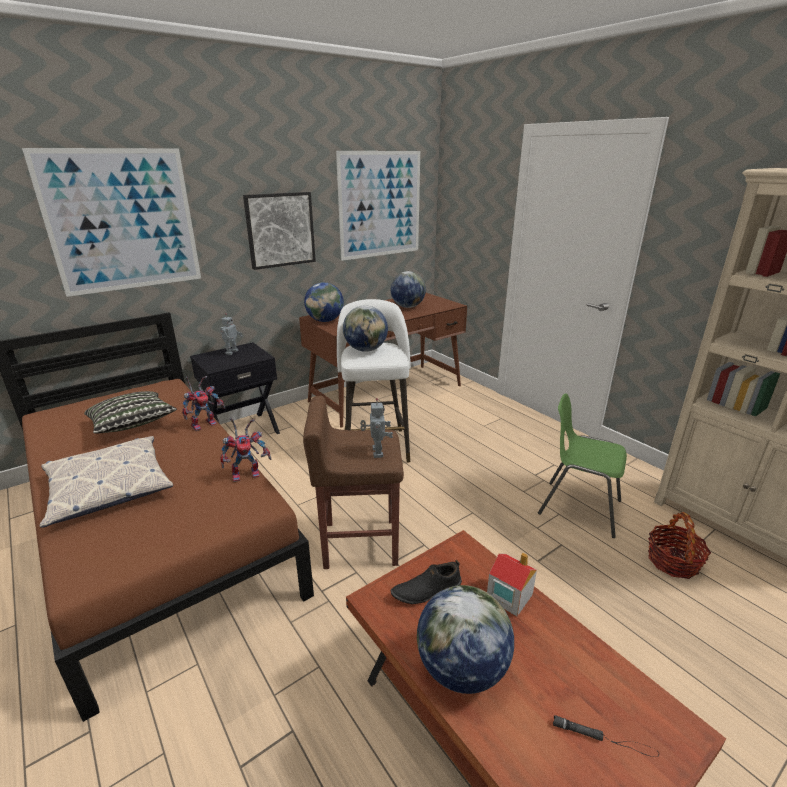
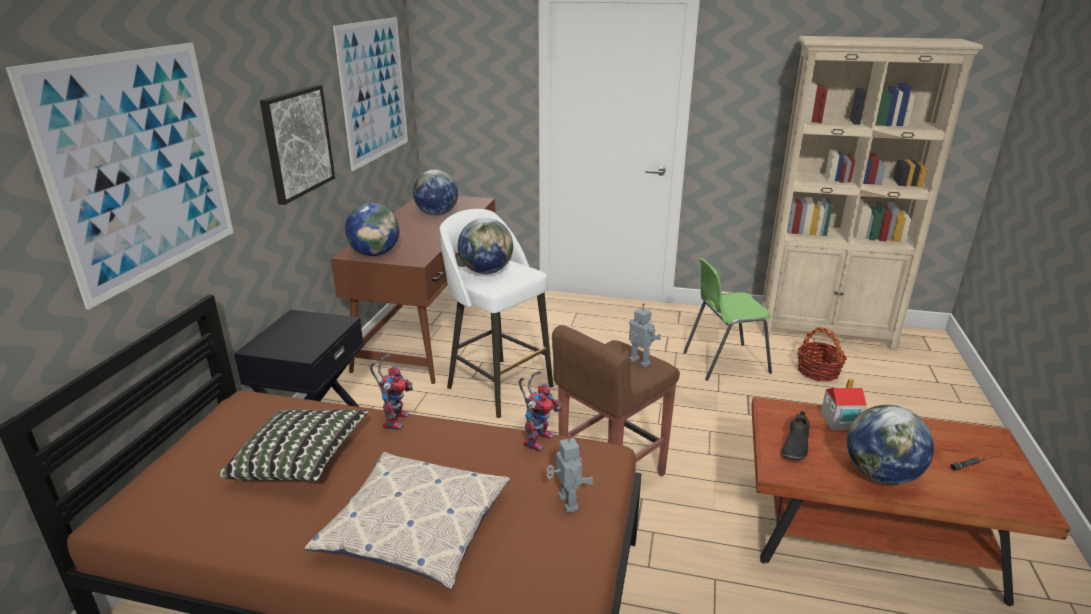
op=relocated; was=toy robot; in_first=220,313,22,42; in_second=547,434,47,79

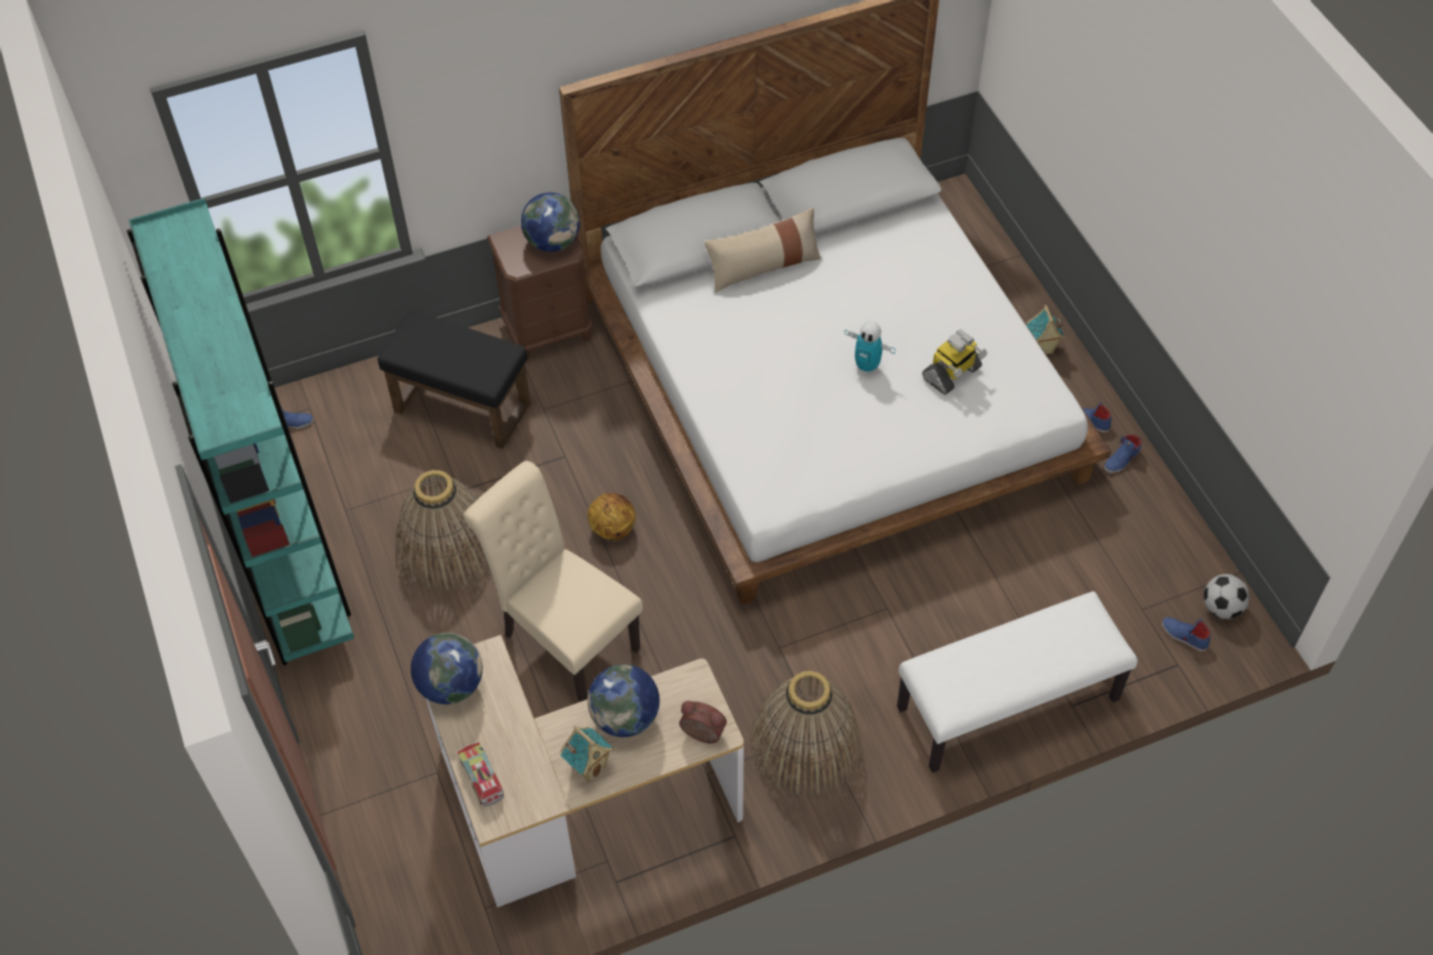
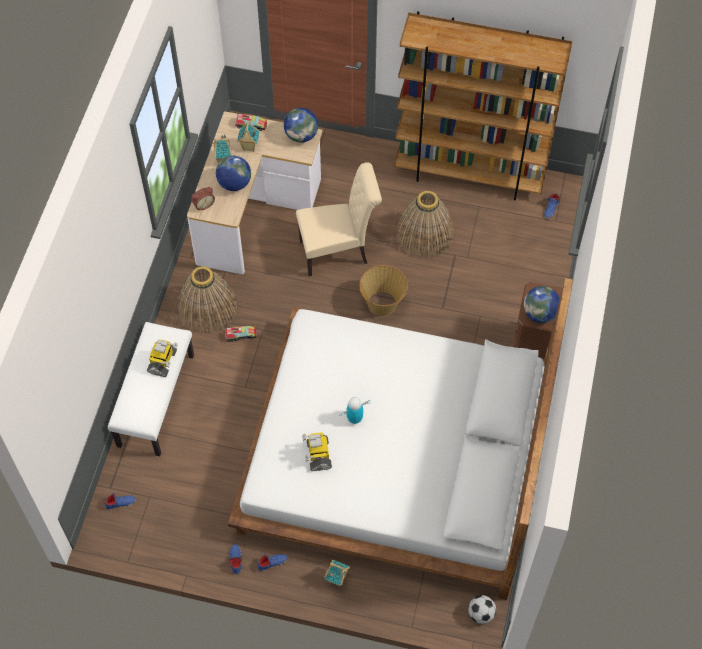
op=appeared; now=toy robot; in_second=147,339,31,38
op=appeared; now=toy truck; in_second=225,325,32,17
op=appeared; now=toy house; in_second=237,120,22,32
op=exchanged; was=basketball; now=basket; in_first=587,493,49,48; in_second=359,265,49,51
op=colour; was=turquoise bookcase; now=brown bookcase; in_first=127,198,227,468; in_second=394,11,179,189
op=relocated; was=football; in_first=1204,574,46,45; in_second=468,595,28,29
op=missing; was=black ottoman; in_first=378,310,153,139
op=missing; was=beige pillow; in_first=704,208,118,84

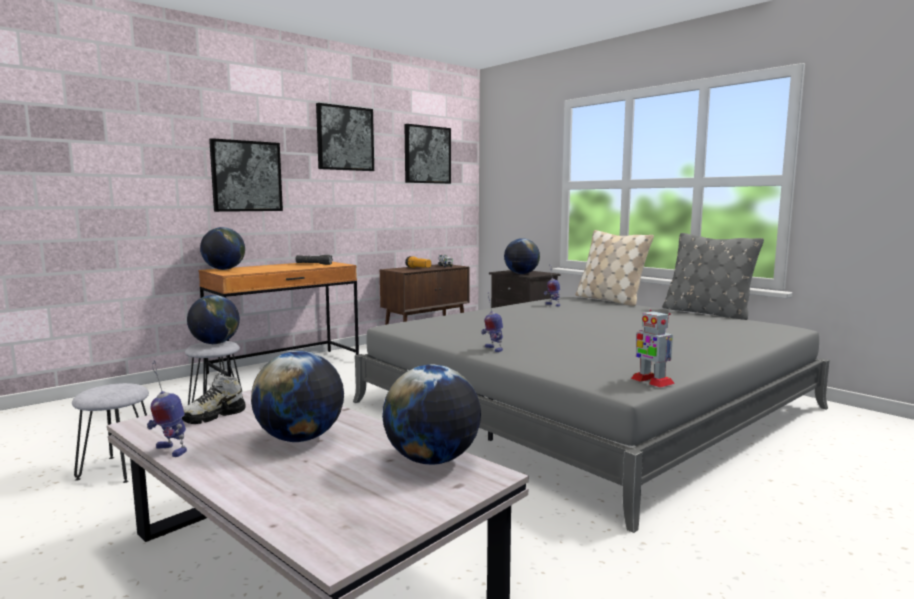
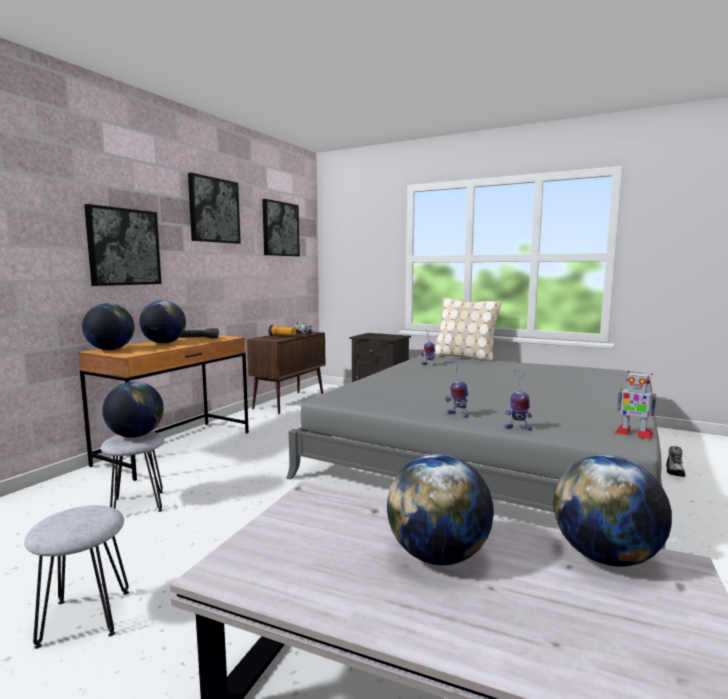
op=relocated; was=globe; in_first=504,238,36,36; in_second=139,300,47,44
op=relocated; was=toy robot; in_first=147,360,40,97; in_second=504,370,28,61
op=relocated; was=shoe; in_first=182,373,64,51; in_second=666,446,19,31
op=missing; was=grey pillow; in_first=662,233,102,87

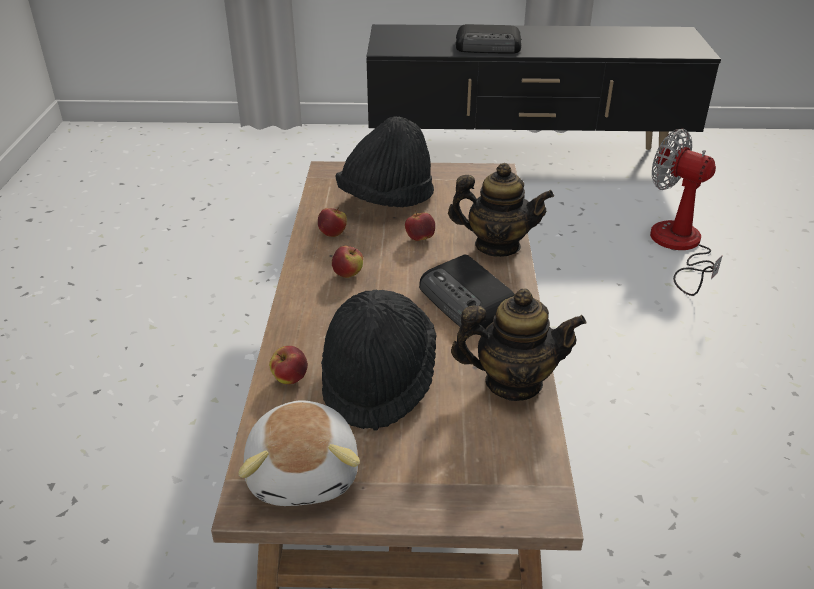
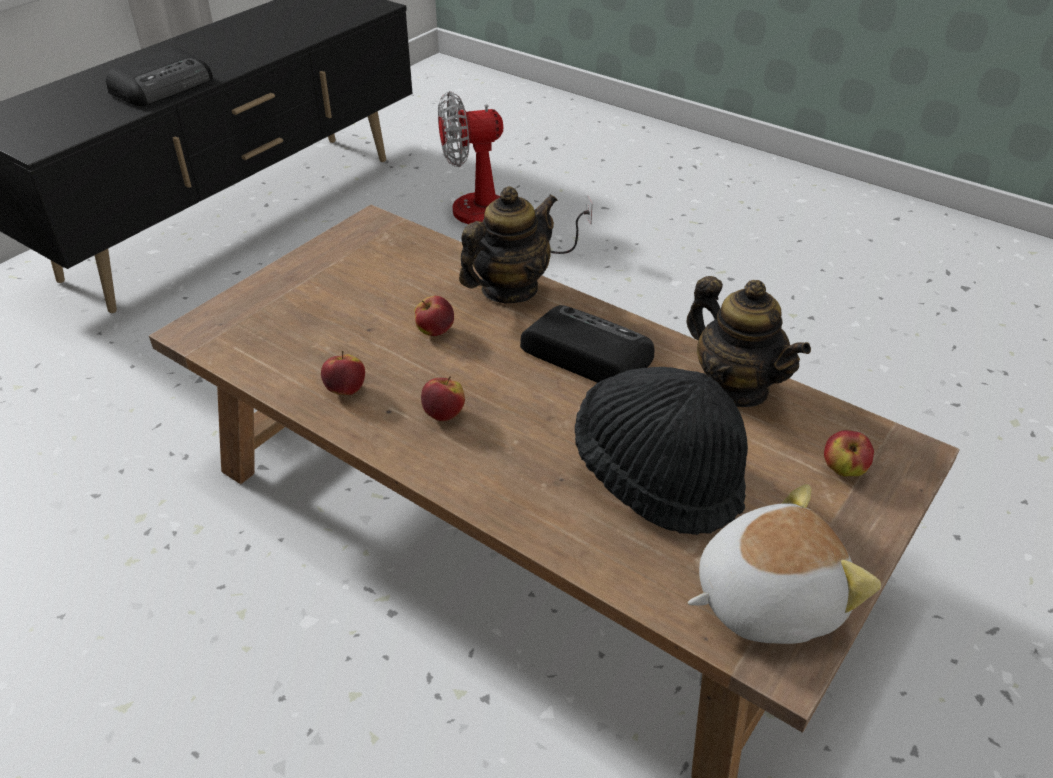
op=spun; was=radio; in_first=419,254,95,75; in_second=520,305,134,78; clockwise=-150
op=spun; was=teapot; in_first=451,288,135,113; in_second=687,276,124,131; clockwise=105
op=spun; was=plush toy; in_first=238,400,122,106; in_second=688,484,193,160; clockwise=-45
op=relocated; was=apple; in_first=269,346,39,38; in_second=824,430,50,46
op=missing; was=black hat; in_first=336,116,98,91

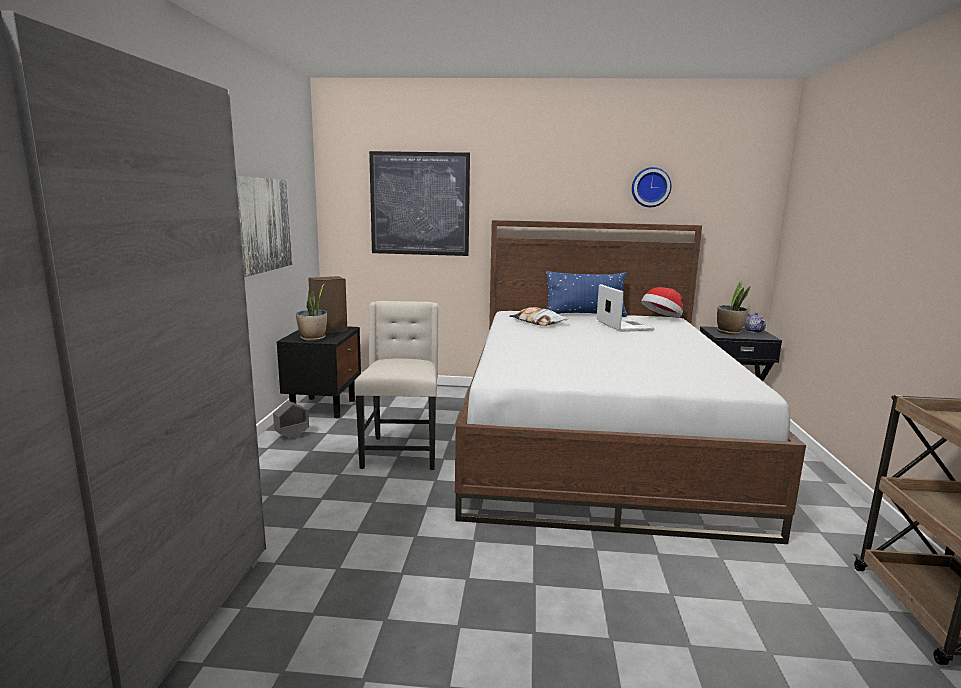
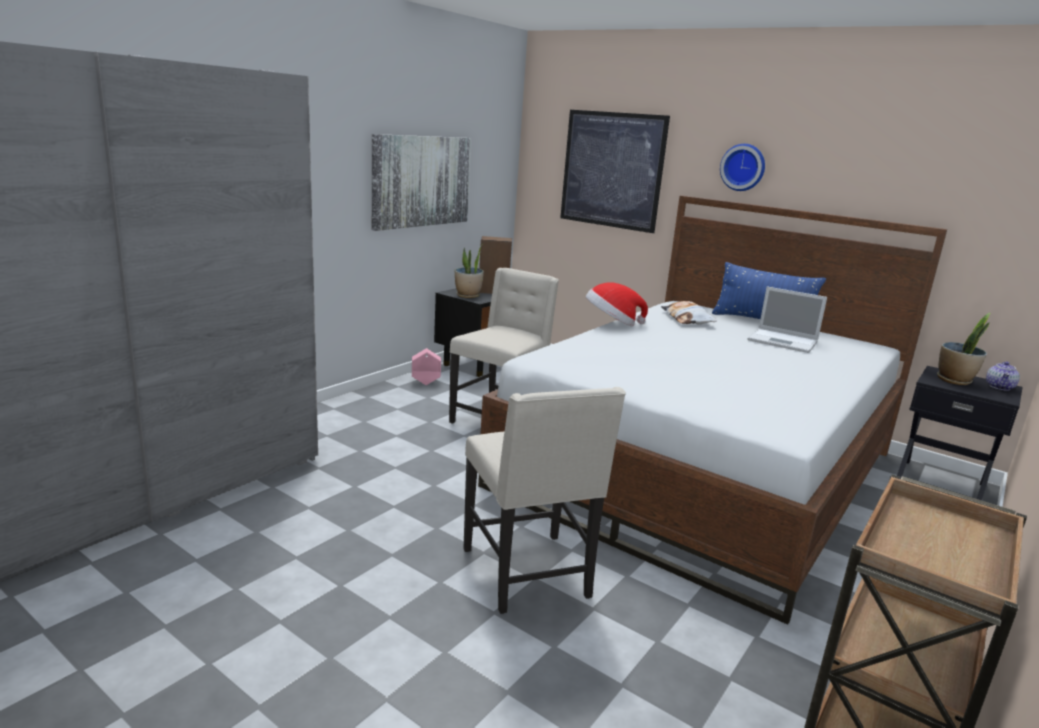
op=colour; was=grey planter; now=pink planter; in_first=273,400,36,39; in_second=412,348,29,37
op=appeared; now=beige chair; in_second=463,387,163,227
op=relocated; was=hat; in_first=641,287,42,31; in_second=586,283,62,44
op=relocated; was=wall clock; in_first=632,167,39,40; in_second=720,144,45,47
op=spun; was=laptop; in_first=596,284,59,48; in_second=748,287,79,66; clockwise=105

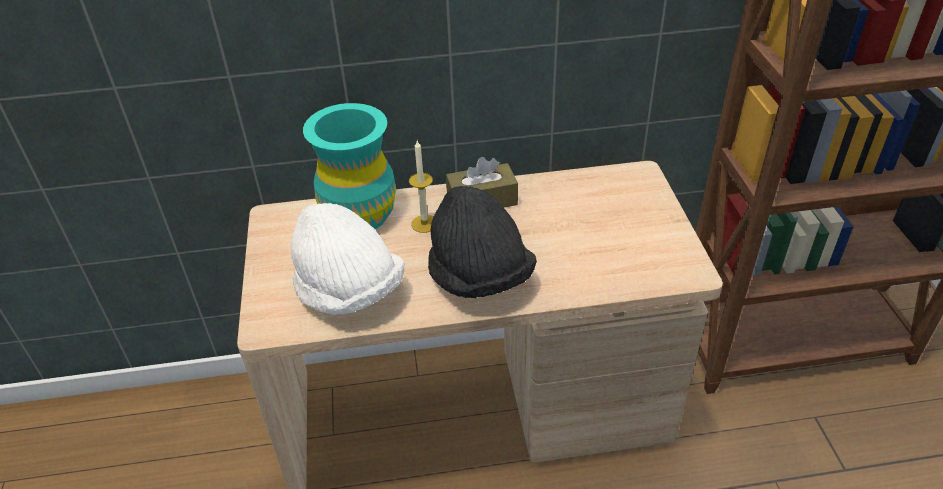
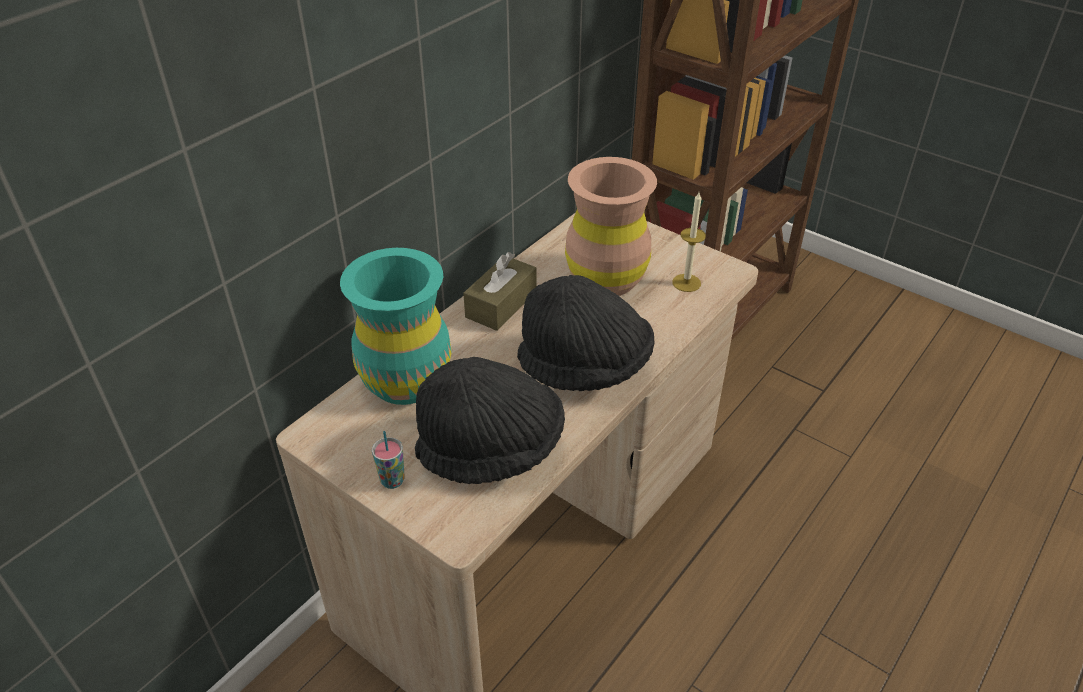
op=appeared; now=cup; in_second=372,431,33,58
op=colour; was=white hat; now=black hat; in_first=291,203,113,112; in_second=415,357,150,127
op=appeared; now=brown vase; in_second=565,157,92,139
op=relocated; was=candle; in_first=409,141,25,92; in_second=672,192,34,100

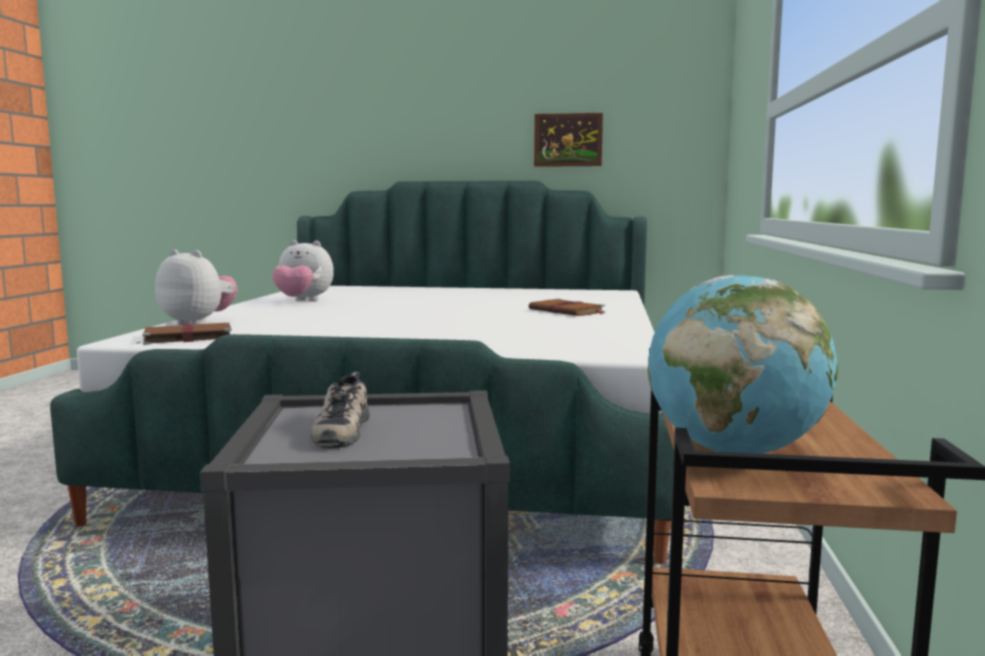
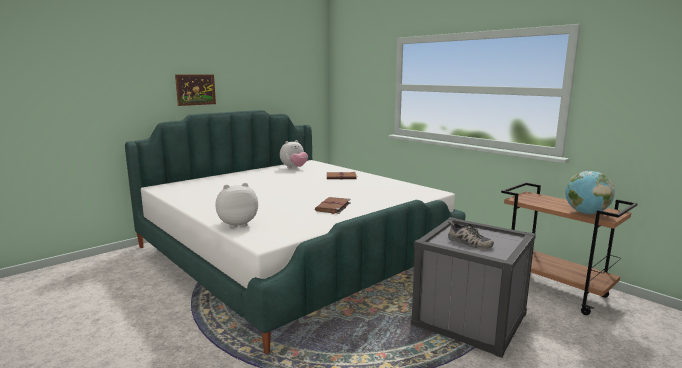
op=relocated; was=picture; in_first=534,113,69,54; in_second=175,75,41,31
op=relocated; was=plush toy; in_first=272,240,62,61; in_second=280,140,28,28
op=relocated; was=brown book; in_first=135,323,97,22; in_second=315,197,36,18

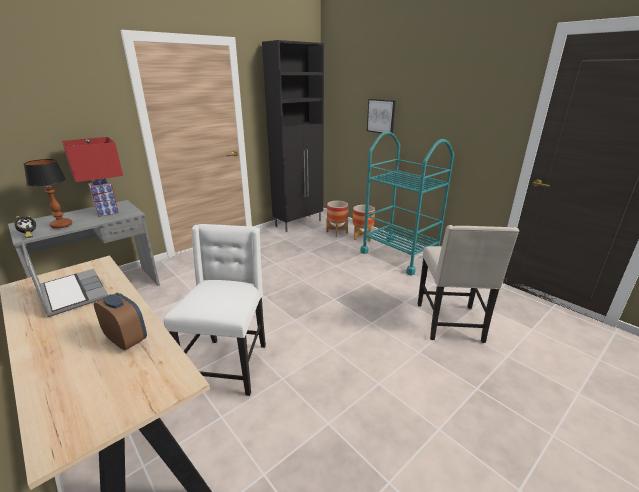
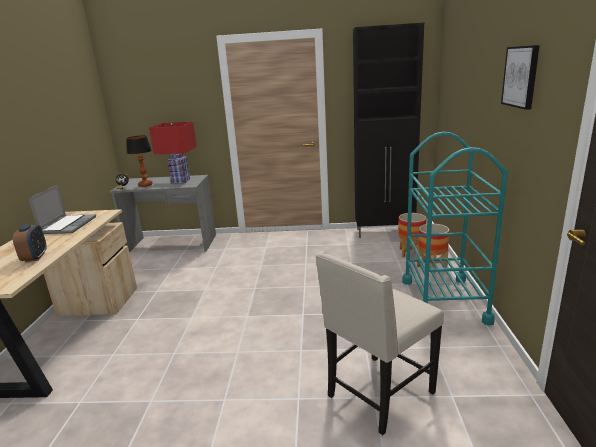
op=relocated; was=picture; in_first=367,99,29,34; in_second=501,45,39,65
op=missing; was=white chair; in_first=164,224,102,172

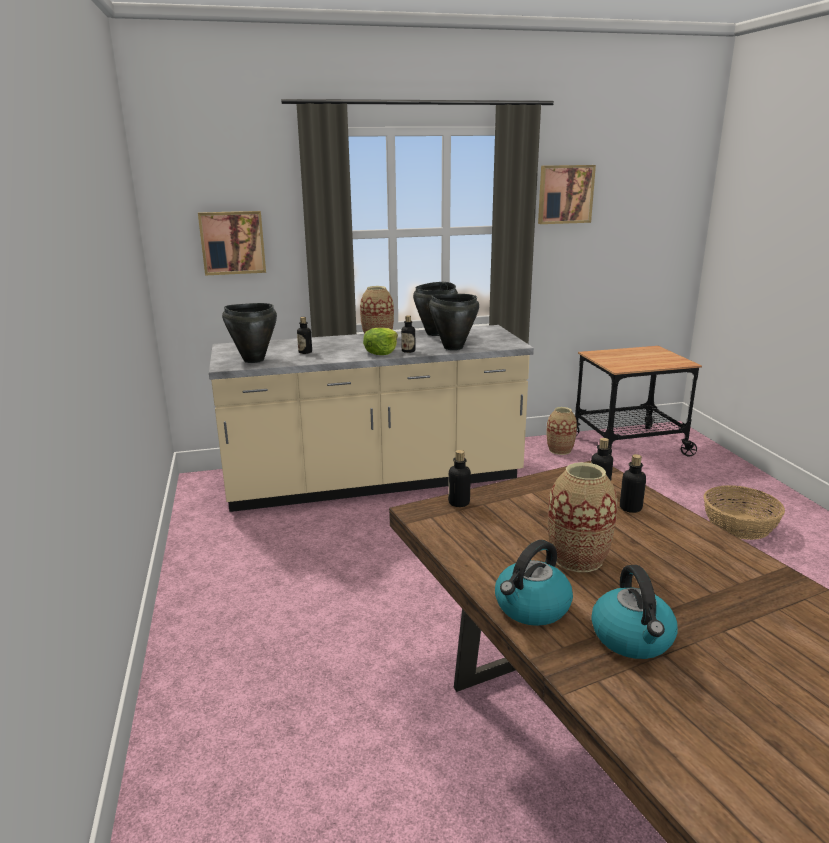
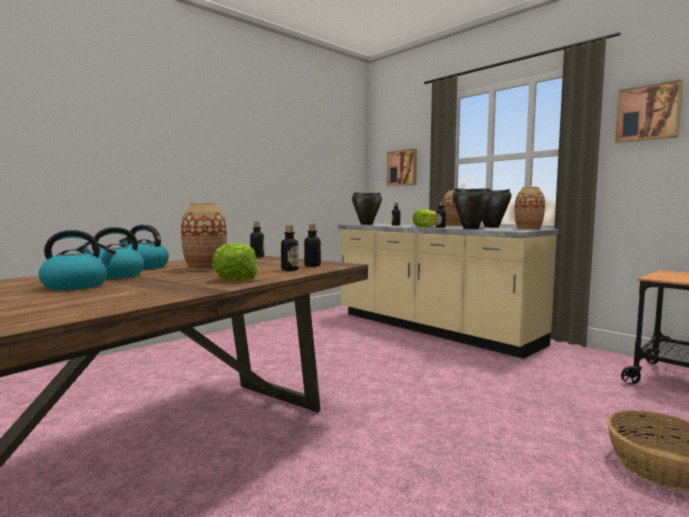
op=appeared; now=kettle; in_second=39,230,77,60
op=appeared; now=lettuce; in_second=212,243,46,38
op=relocated; was=vase; in_first=547,407,30,48; in_second=515,187,30,43

